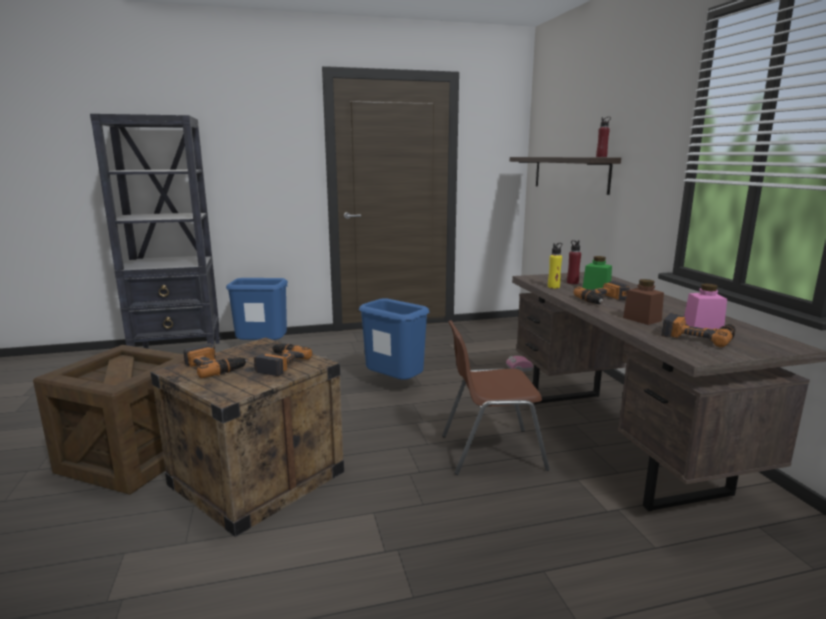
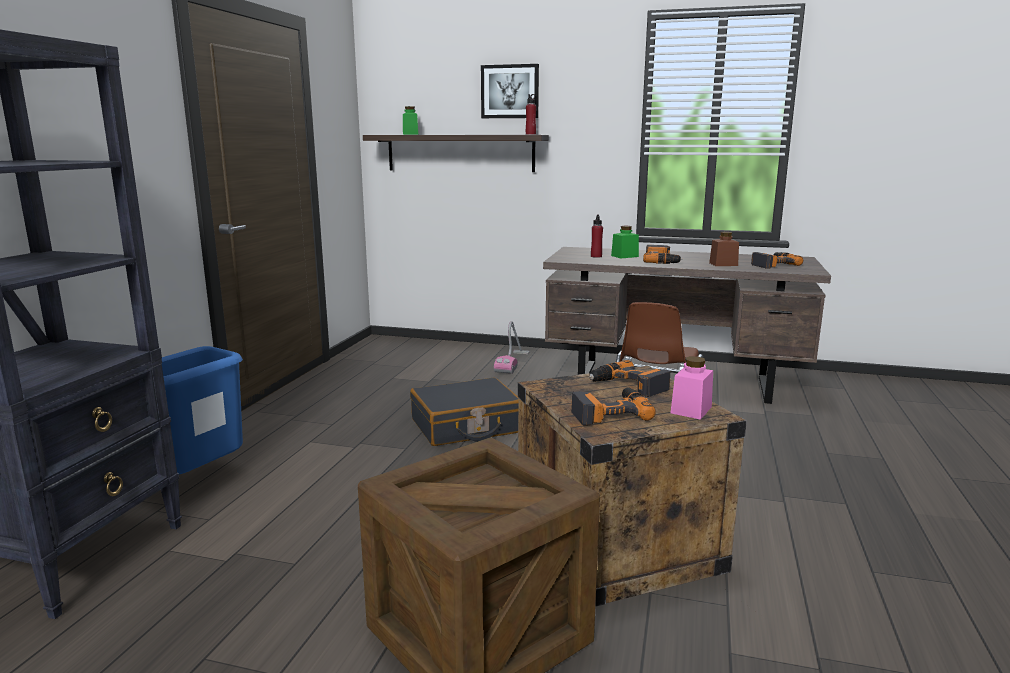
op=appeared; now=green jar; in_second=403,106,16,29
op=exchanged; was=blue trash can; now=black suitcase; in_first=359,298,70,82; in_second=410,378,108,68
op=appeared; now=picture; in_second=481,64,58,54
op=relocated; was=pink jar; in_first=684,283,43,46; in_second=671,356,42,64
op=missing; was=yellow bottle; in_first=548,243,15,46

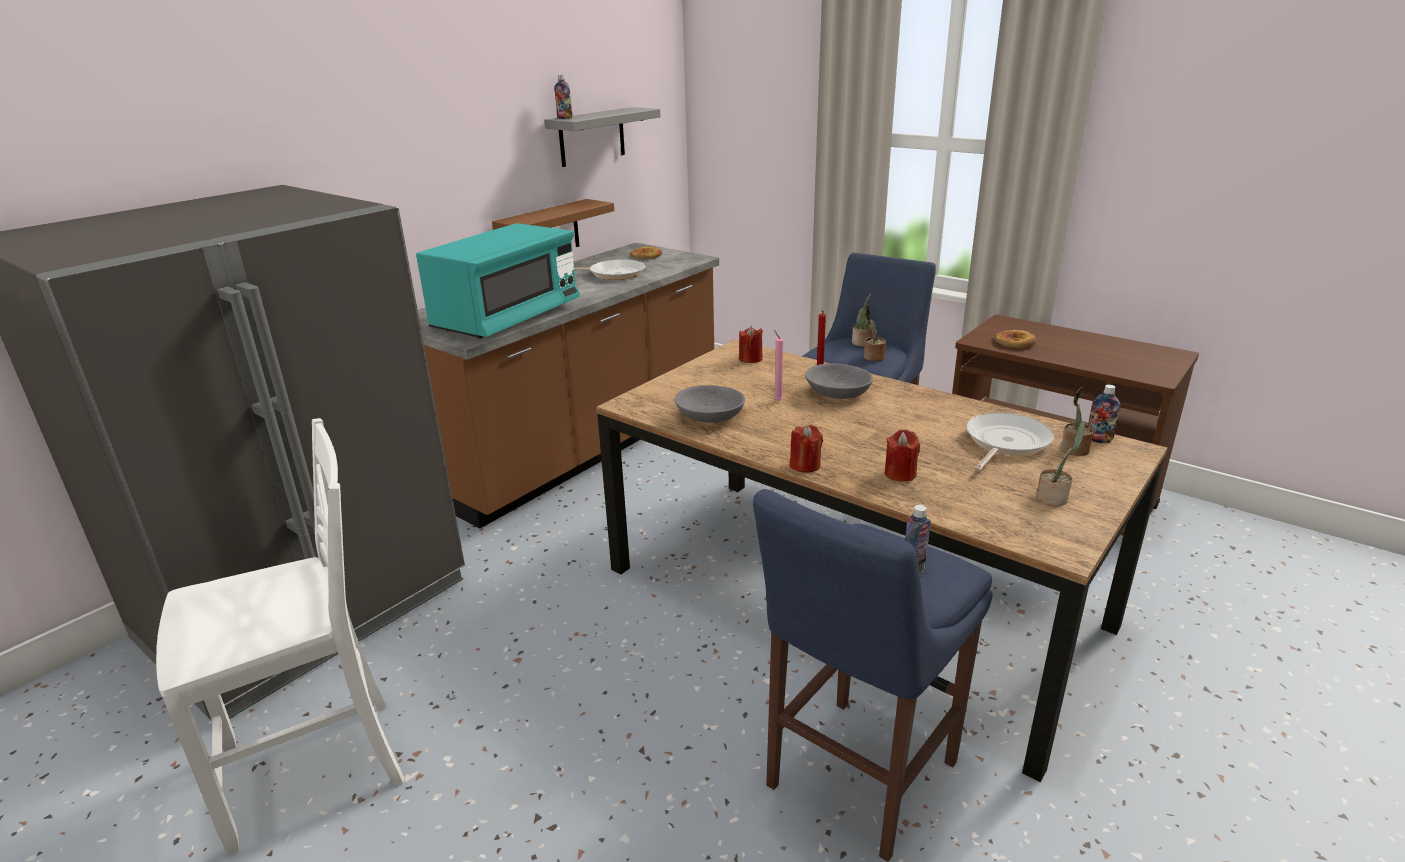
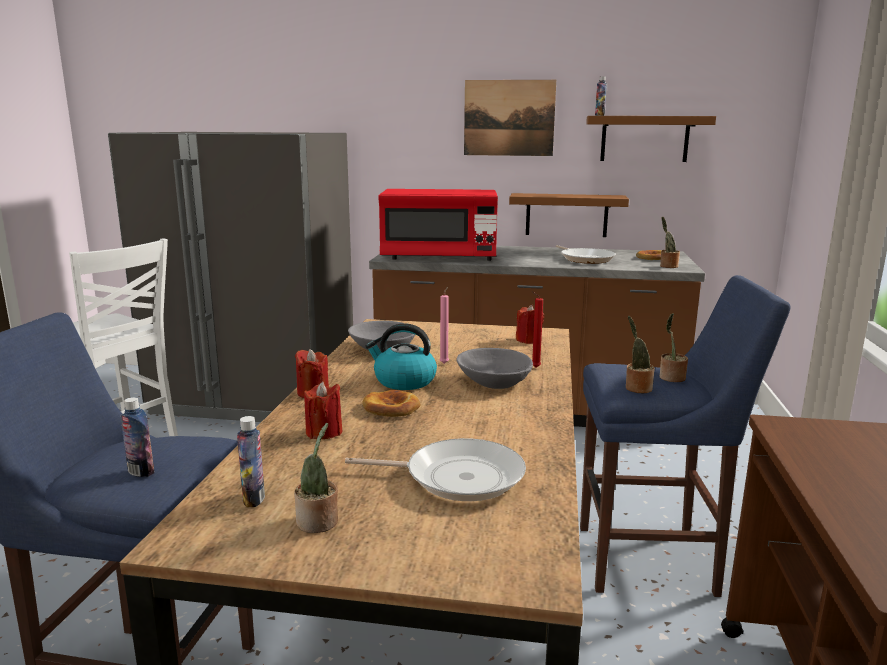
op=relocated; was=bottle; in_first=1088,385,32,58; in_second=237,416,28,91
op=relocated; was=bread; in_first=995,330,42,18; in_second=363,390,58,27
op=appeared; now=kettle; in_second=366,323,71,67
op=colour; was=turquoise microwave; now=red microwave; in_first=416,223,164,116; in_second=378,189,120,72
op=appeared; now=picture; in_second=464,80,92,76
op=colour; was=grey shelf; now=brown shelf; in_first=544,107,116,60; in_second=586,116,130,46
op=relocated; was=potted plant; in_first=1061,386,33,70; in_second=660,217,20,51

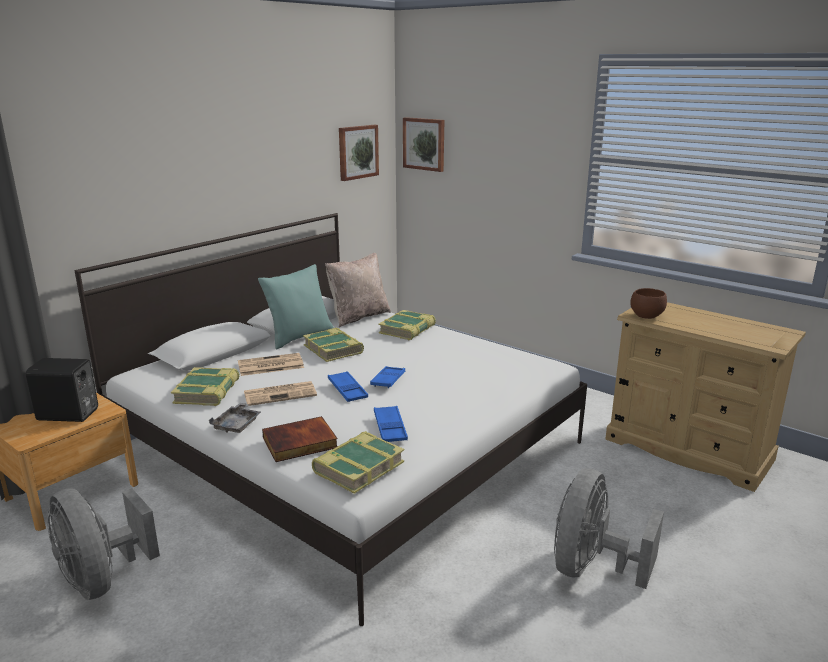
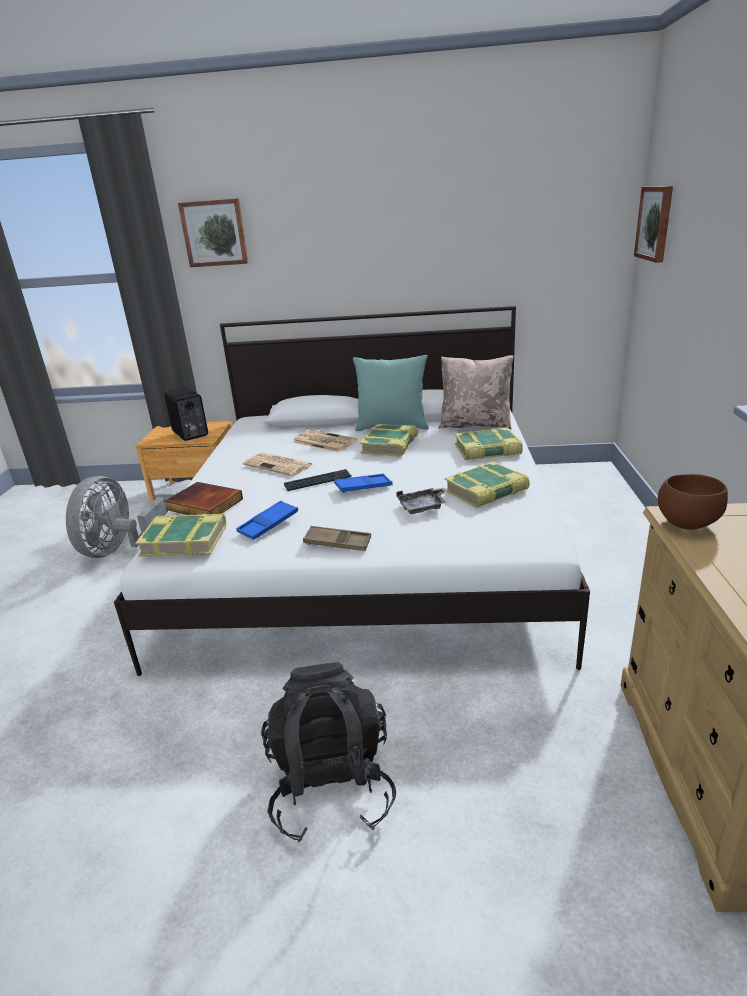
op=relocated; was=picture; in_first=339,125,40,56; in_second=178,198,70,69
op=exchanged; was=grey fan; now=black backpack; in_first=554,469,110,120; in_second=261,662,135,180
op=exchanged; was=blue tray; now=keyboard; in_first=328,371,40,31; in_second=284,469,68,22
op=appeared; now=brown tray; in_second=303,526,68,25
op=relocated; was=grey tray; in_first=209,403,52,30; in_second=396,488,52,26
op=relocated; was=book; in_first=171,367,69,39; in_second=445,461,85,47

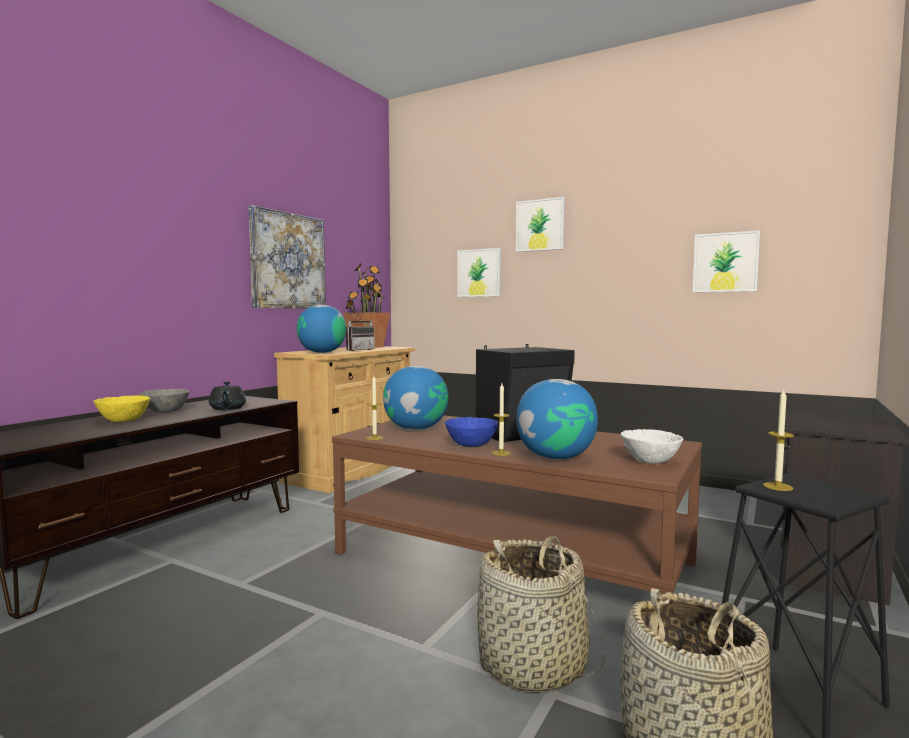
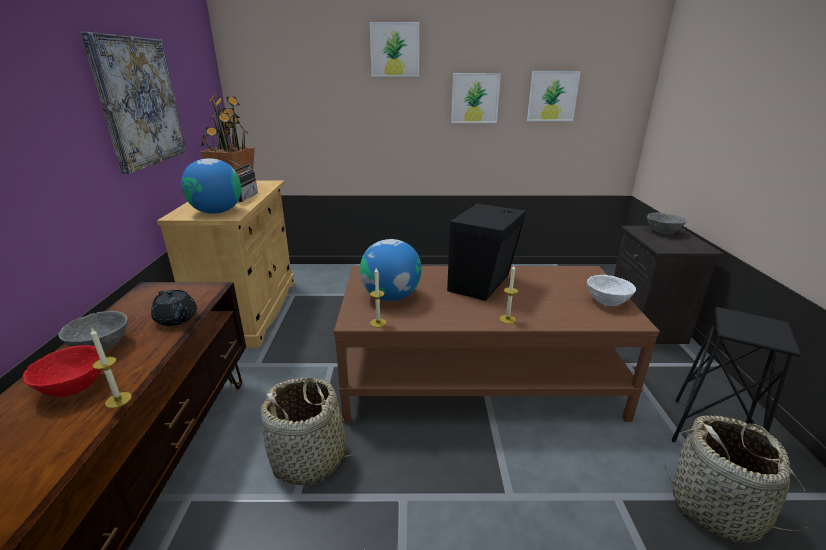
op=colour; was=yellow bowl; now=red bowl; in_first=93,395,57,27; in_second=23,345,78,52
op=relocated; was=candle; in_first=763,389,31,102; in_second=90,327,42,81
op=relocated; was=basket; in_first=477,536,128,157; in_second=260,377,99,108
op=relocated; was=picture; in_first=458,248,43,49; in_second=451,73,50,50
op=appeared; now=grey bowl; in_second=647,213,39,21
op=missing; was=blue bowl; in_first=445,417,53,30
op=missing; was=globe; in_first=516,379,82,81

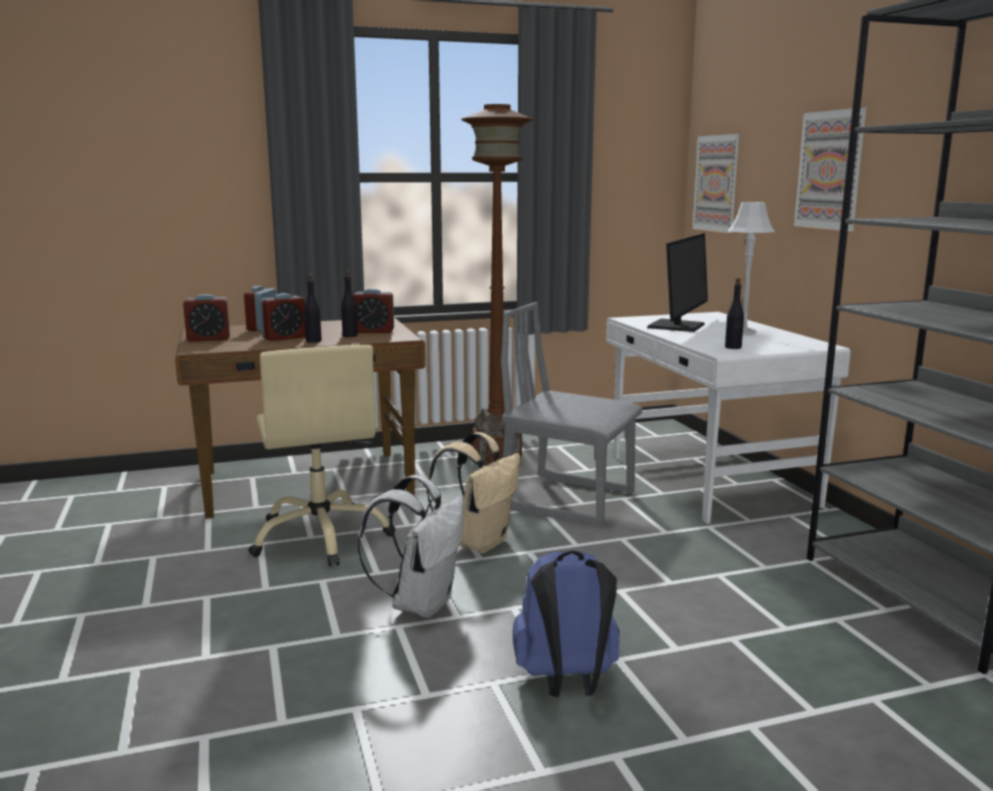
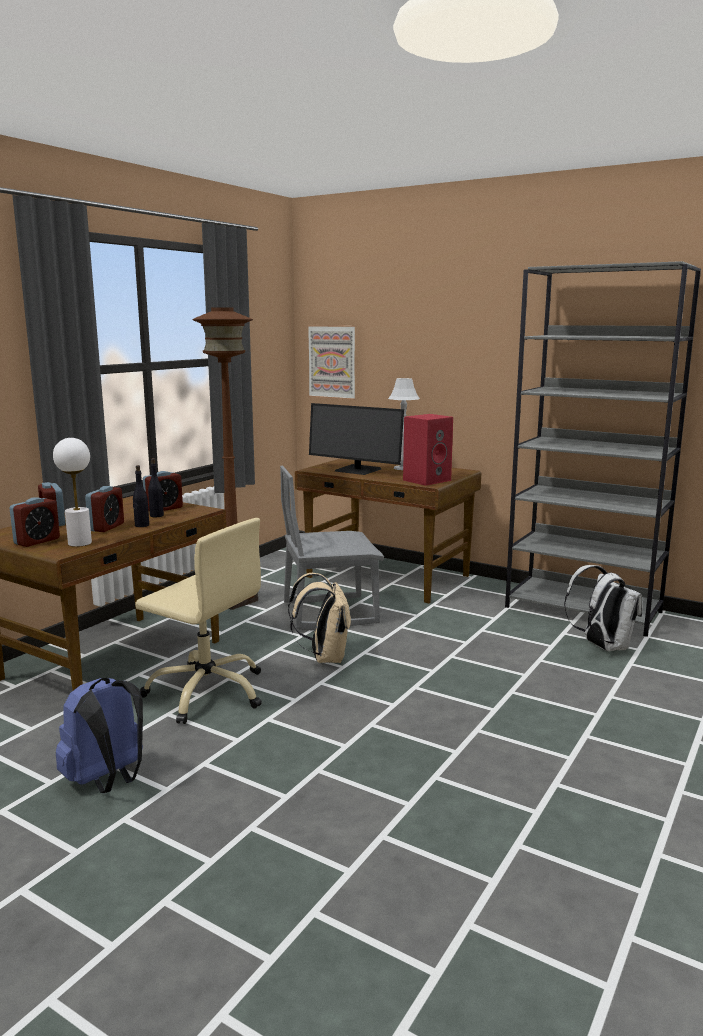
op=appeared; now=white table lamp; in_second=53,438,39,109
op=relocated; was=blue backpack; in_first=513,550,107,147; in_second=56,678,87,115
op=colour; was=white desk; now=brown desk; in_first=606,312,245,212; in_second=295,458,186,145
op=spun; was=monitor; in_first=647,233,61,99; in_second=309,403,95,72; clockwise=135
op=exchanged; was=black bottle; now=red speaker; in_first=725,278,19,71; in_second=403,414,50,72
op=relocated; was=white backpack; in_first=358,475,106,143; in_second=564,565,78,86
op=missing; was=picture; in_first=792,104,77,130

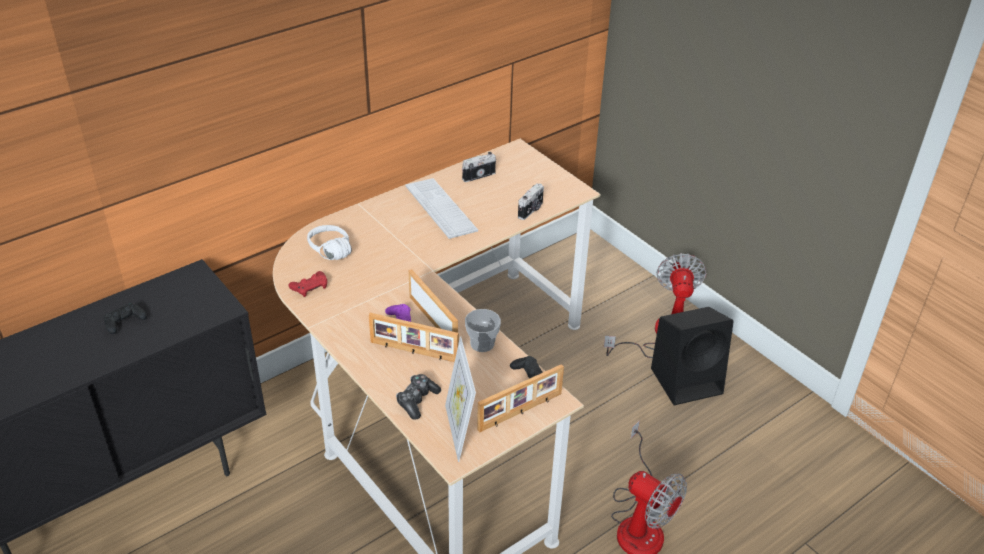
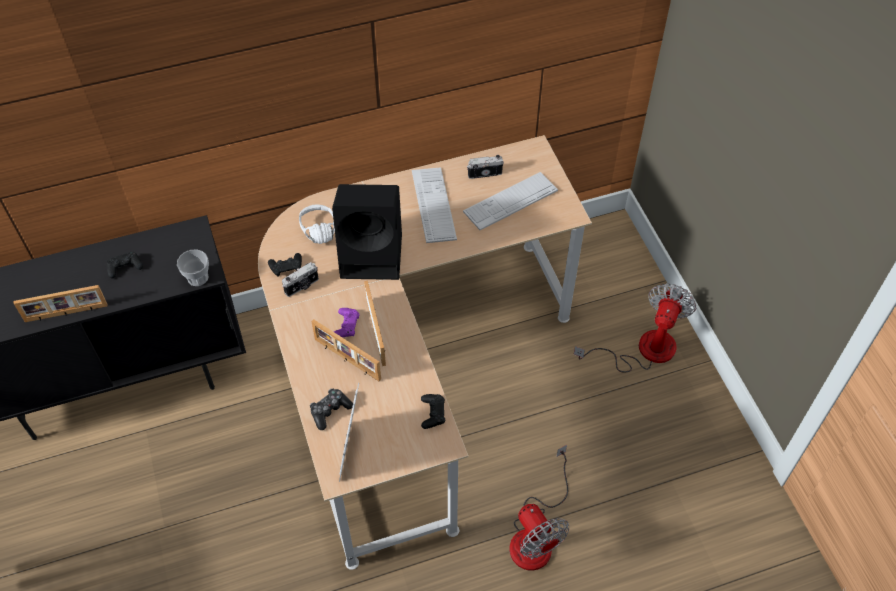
op=relocated; was=picture frame; in_first=477,364,87,68; in_second=14,285,94,37
op=relocated; was=cup; in_first=465,309,36,43; in_second=177,249,32,37
op=colour; was=red game controller; now=black game controller; in_first=289,271,38,26; in_second=268,253,34,24
op=relocated; was=photo camera; in_first=518,183,26,37; in_second=282,262,37,35
op=relocated; was=black speaker; in_first=651,307,83,98; in_second=332,184,70,96
op=appeared; now=keyboard; in_second=463,172,95,58

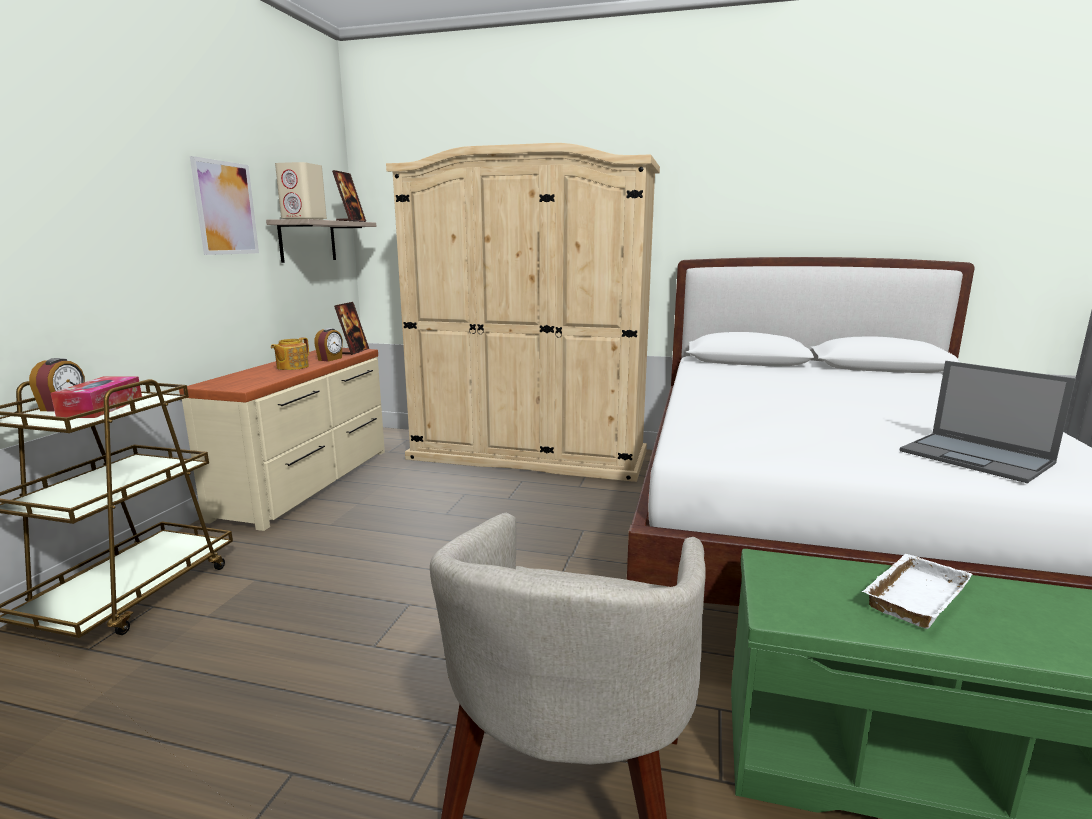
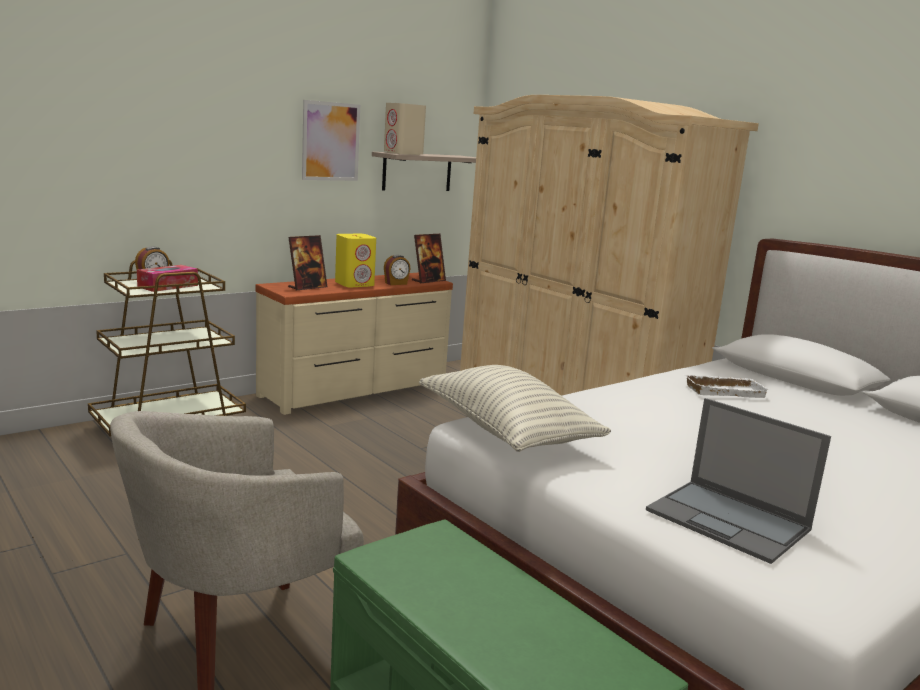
op=relocated; was=picture frame; in_first=332,170,34,52; in_second=288,235,39,55
op=exchanged; was=teapot; now=yellow speaker; in_first=271,337,38,33; in_second=335,234,41,54
op=appeared; now=pillow; in_second=419,365,192,87
op=spun; was=laptop; in_first=900,361,176,122; in_second=646,398,185,166; clockwise=-45
op=relocated; was=white tray; in_first=862,554,111,75; in_second=684,374,86,24

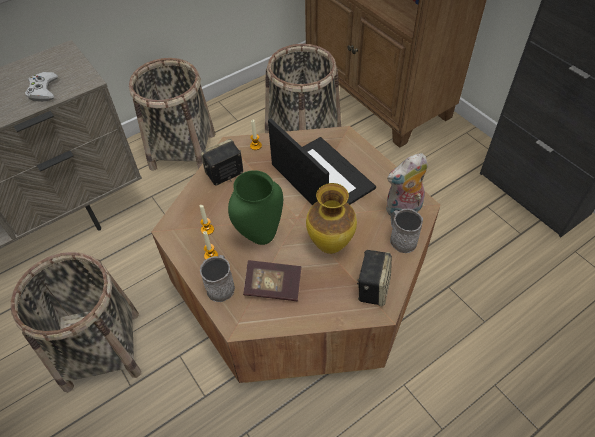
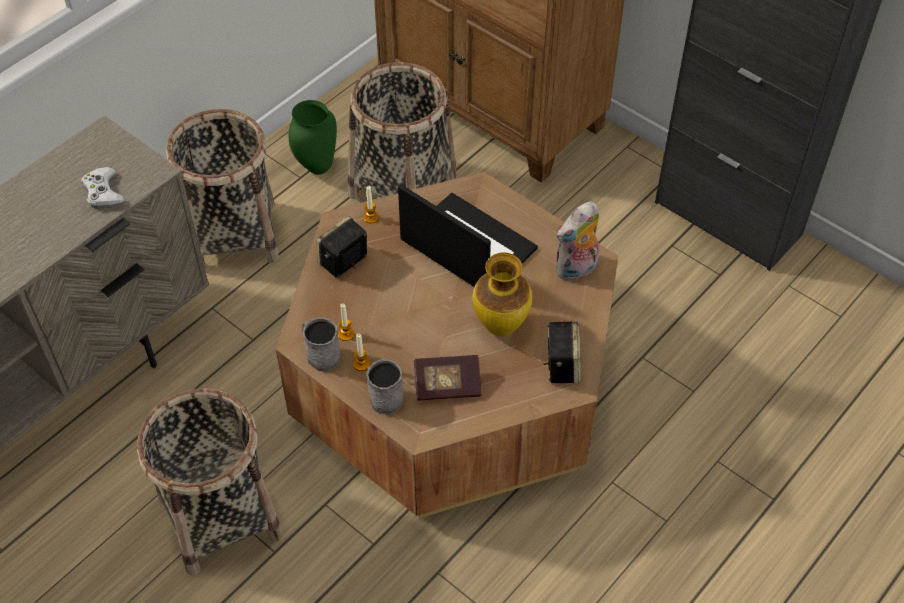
op=relocated; was=green vase; in_first=228,170,55,75; in_second=288,100,49,75
op=relocated; was=grey mug; in_first=390,209,33,44; in_second=302,317,39,54

